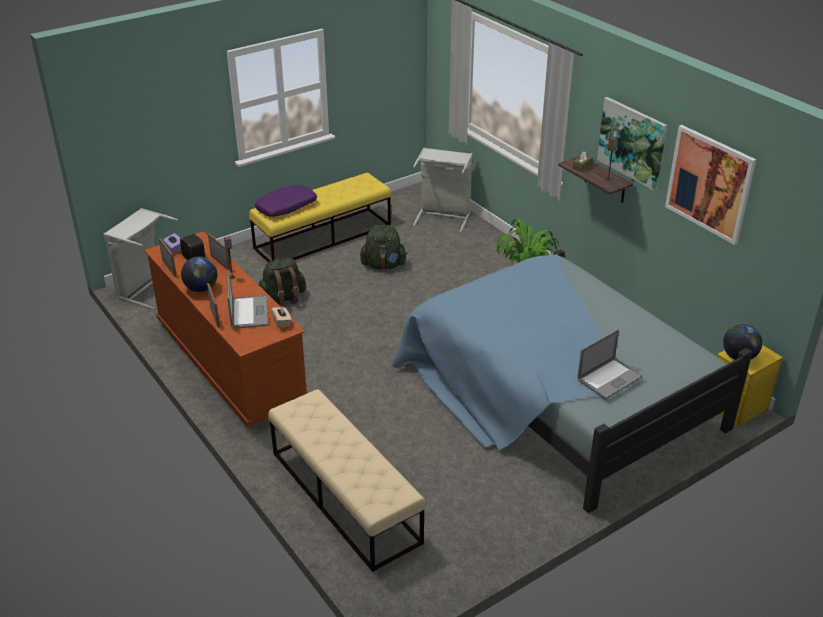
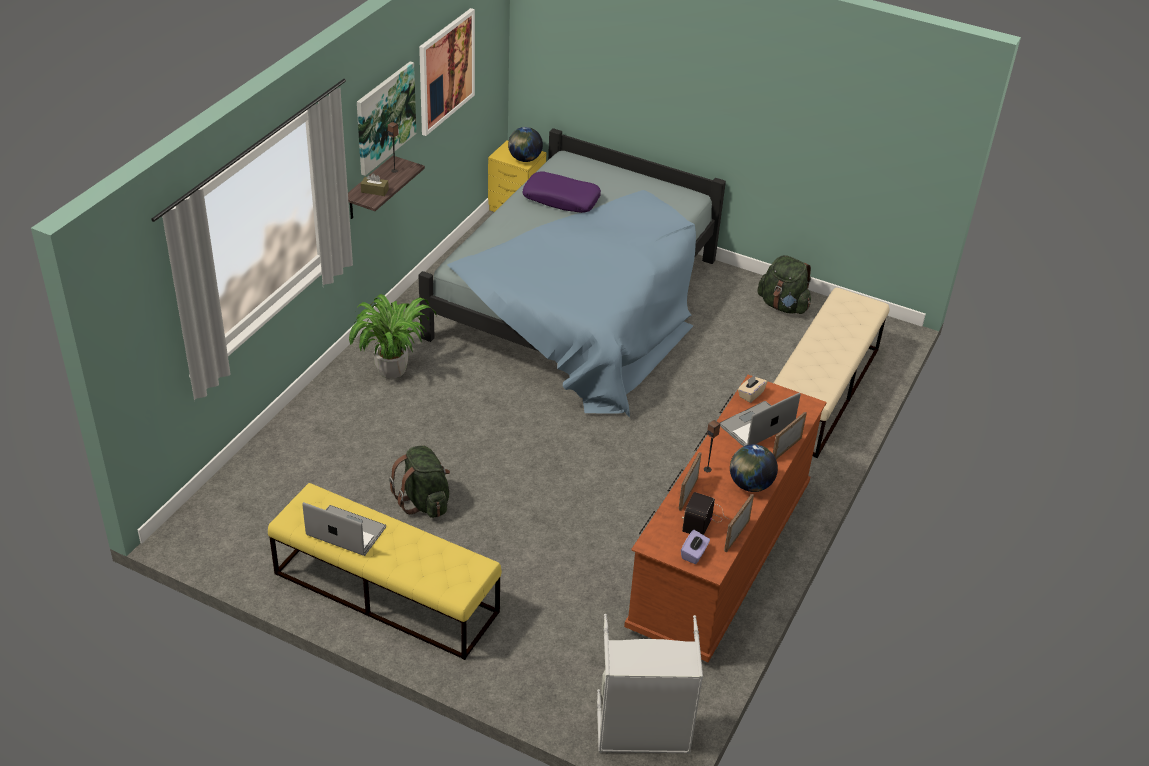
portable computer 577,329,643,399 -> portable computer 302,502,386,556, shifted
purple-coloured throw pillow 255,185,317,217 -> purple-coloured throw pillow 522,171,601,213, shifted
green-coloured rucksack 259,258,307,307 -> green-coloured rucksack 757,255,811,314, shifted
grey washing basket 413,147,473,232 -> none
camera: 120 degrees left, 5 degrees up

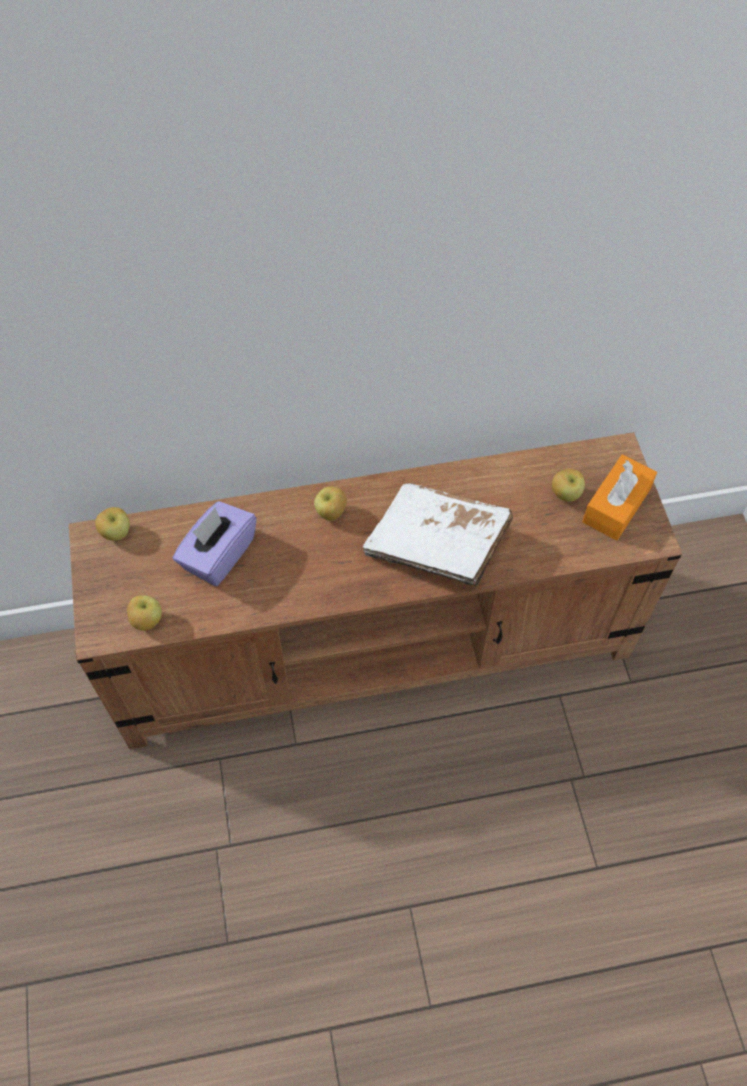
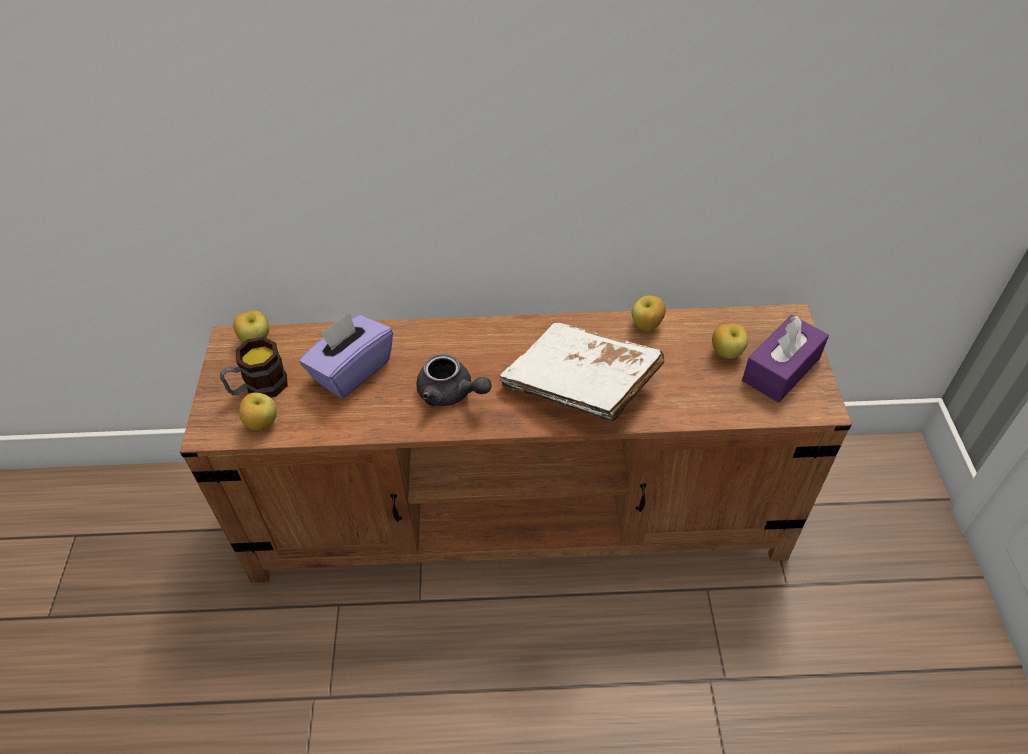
none -> tea mug 220,337,288,397
none -> grey pot for tea 416,353,492,406
apple 314,486,347,521 -> apple 632,295,666,332, shifted
orangey box of tissues 582,454,657,541 -> purple-coloured box of tissues 742,315,829,403
camera: 10 degrees right, 10 degrees down

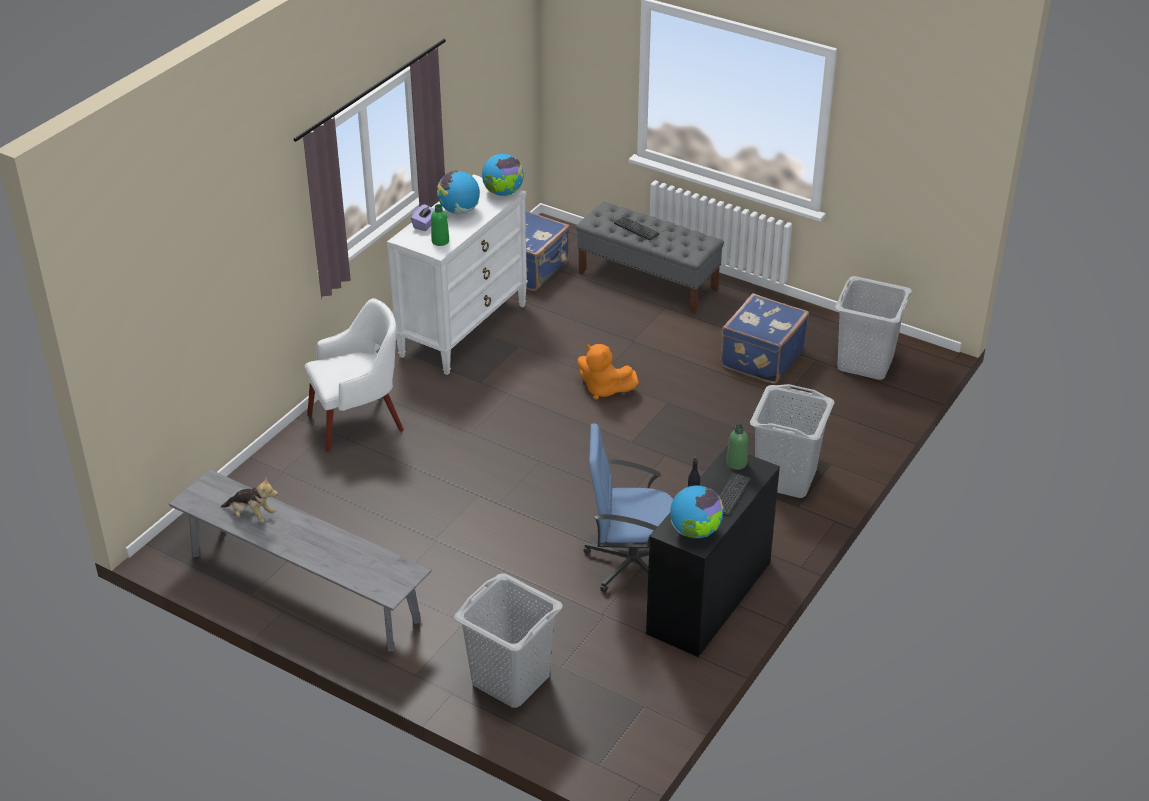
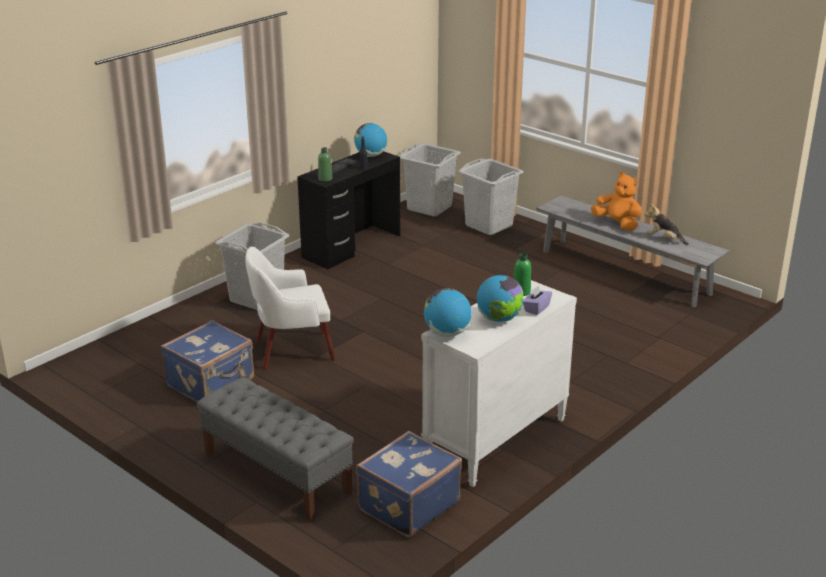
white-coloured lounge chair 305,298,404,452 -> white-coloured lounge chair 245,246,335,370, shifted
grey washing basket 835,276,912,380 -> grey washing basket 399,143,461,217, shifted
orangey plush toy 577,344,639,400 -> orangey plush toy 591,172,642,231, shifted
blue-coloured desk chair 583,423,673,593 -> none
keyboard 614,216,659,241 -> none
camera: 170 degrees left, 10 degrees down

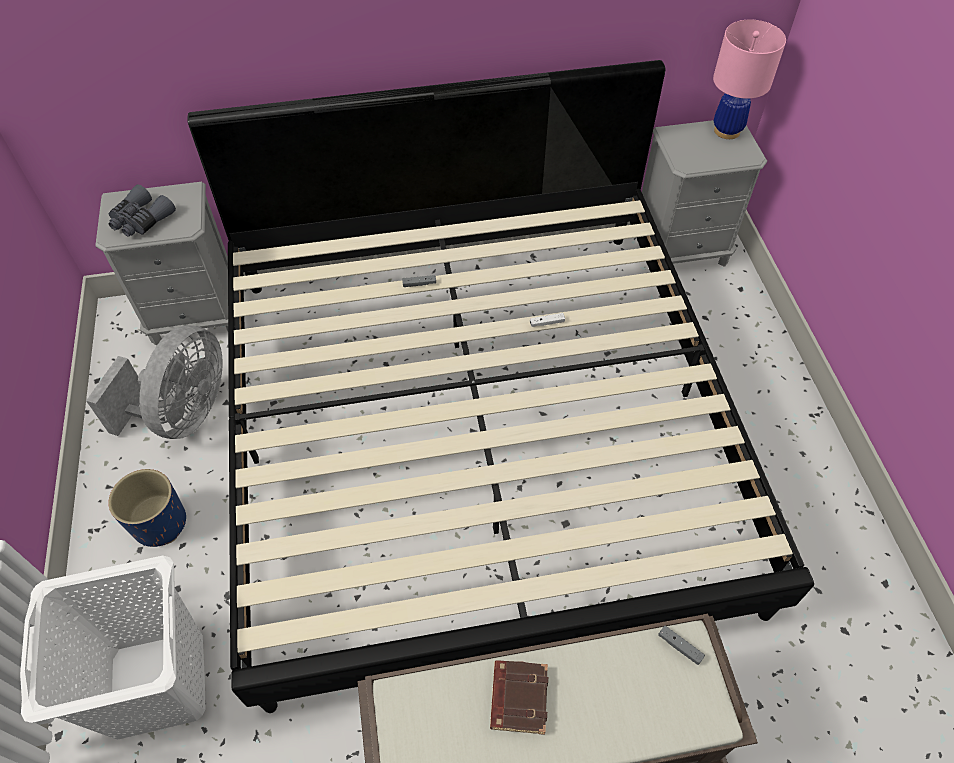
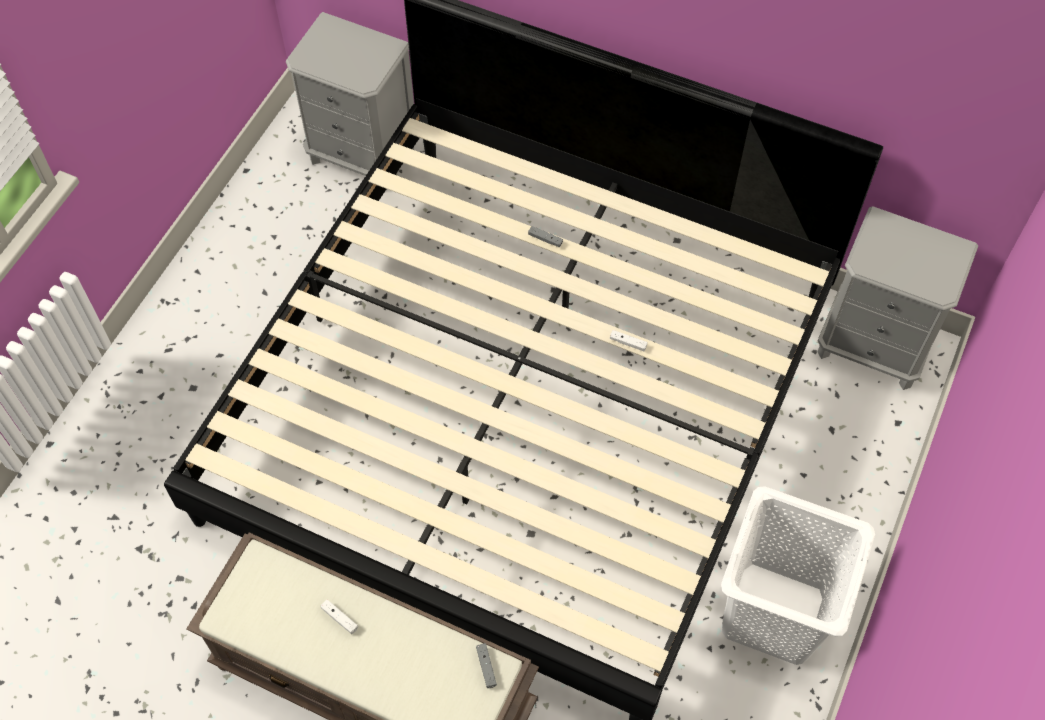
brown volume 490,661,548,735 -> white-coloured gamepad 320,599,358,634
white-coloured washing basket 20,556,206,740 -> white-coloured washing basket 721,486,875,665, shifted
grey cooling fan 86,325,223,439 -> none
grey field glasses 108,184,176,237 -> none
blue-coloured planter 108,469,186,547 -> none
pink-coloured lamp for a table 713,20,786,139 -> none
camera: 35 degrees right, 5 degrees up

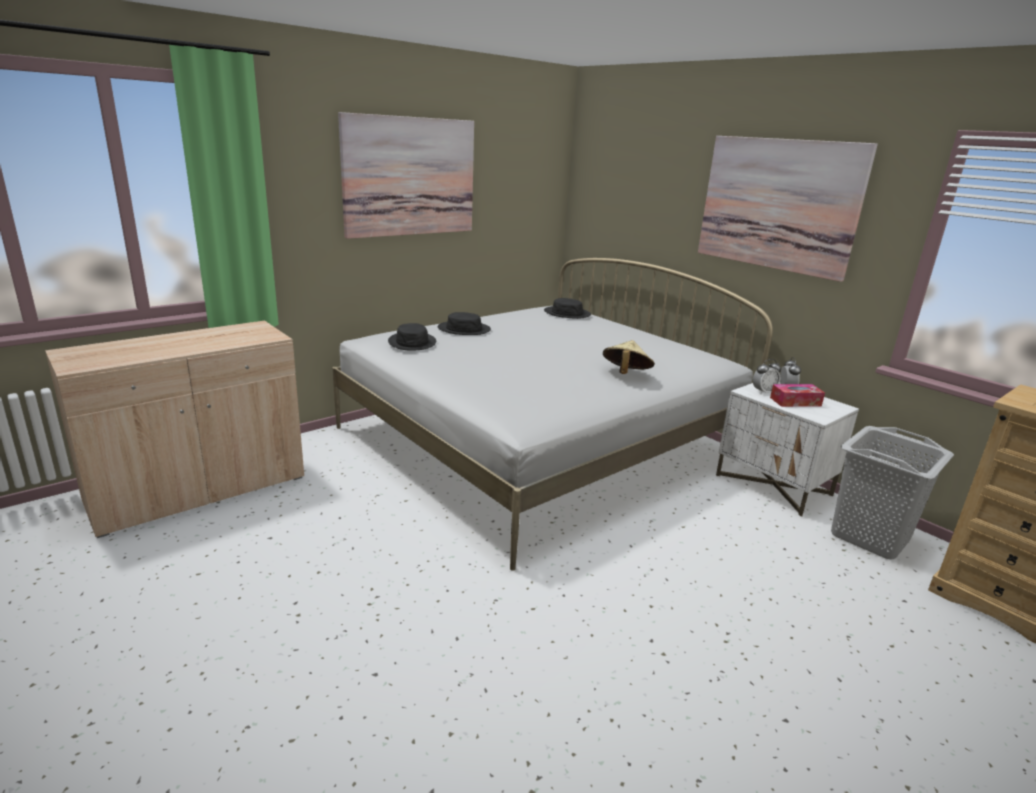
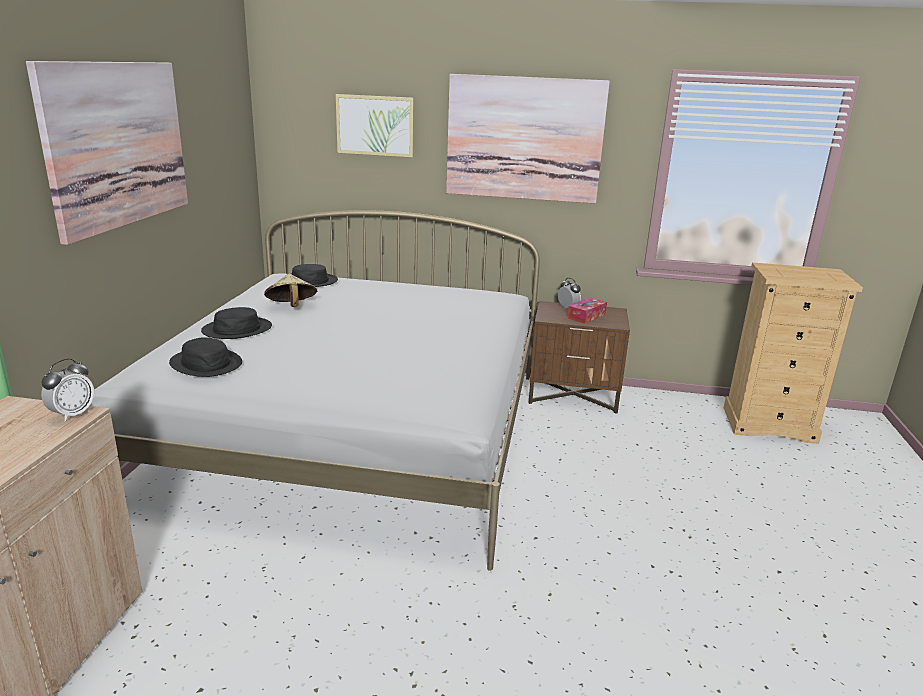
alarm clock 753,359,781,394 -> alarm clock 41,358,94,422, shifted
sand-coloured hat 603,340,655,374 -> sand-coloured hat 264,274,317,307, shifted
none -> wall picture 336,94,414,158
white-coloured night table 716,383,859,517 -> brown night table 528,301,630,414
grey washing basket 831,426,954,559 -> none
camera: 40 degrees left, 0 degrees up

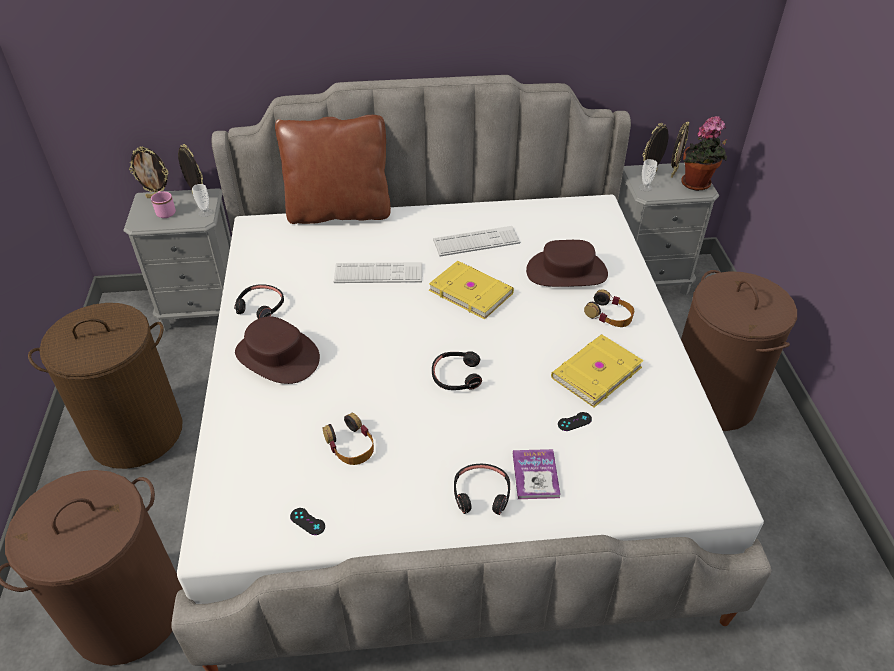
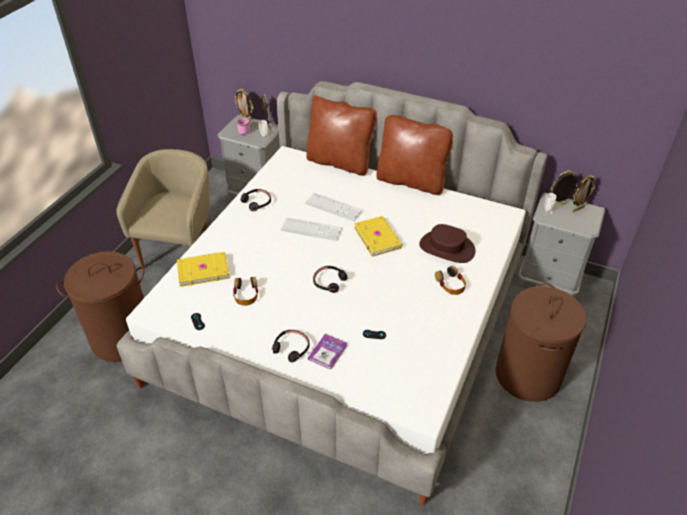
brown washing basket 28,303,183,469 -> sand-coloured lounge chair 116,149,210,268
yellow volume 551,334,644,407 -> yellow volume 177,252,230,287, shifted
keyboard 433,226,520,256 -> keyboard 281,217,342,241, shifted
none -> brown throw pillow 376,115,453,195
brown hat 235,316,320,384 -> none
potted plant 681,116,727,191 -> none
camera: 30 degrees right, 0 degrees up

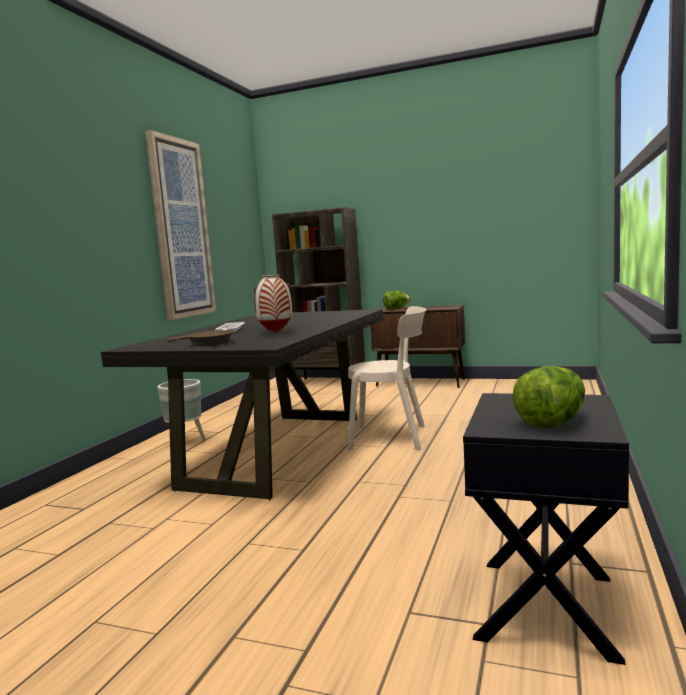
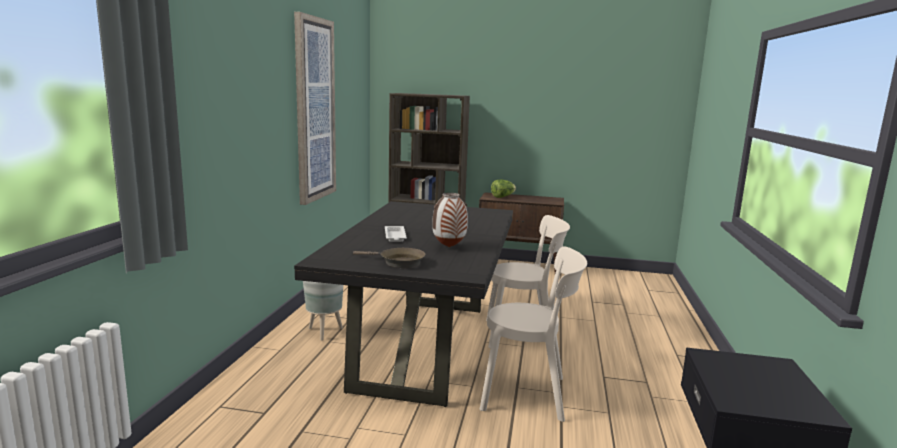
none -> sand-coloured upright chair 480,246,587,422
head of lettuce 513,366,585,429 -> none
camera: 10 degrees left, 5 degrees up

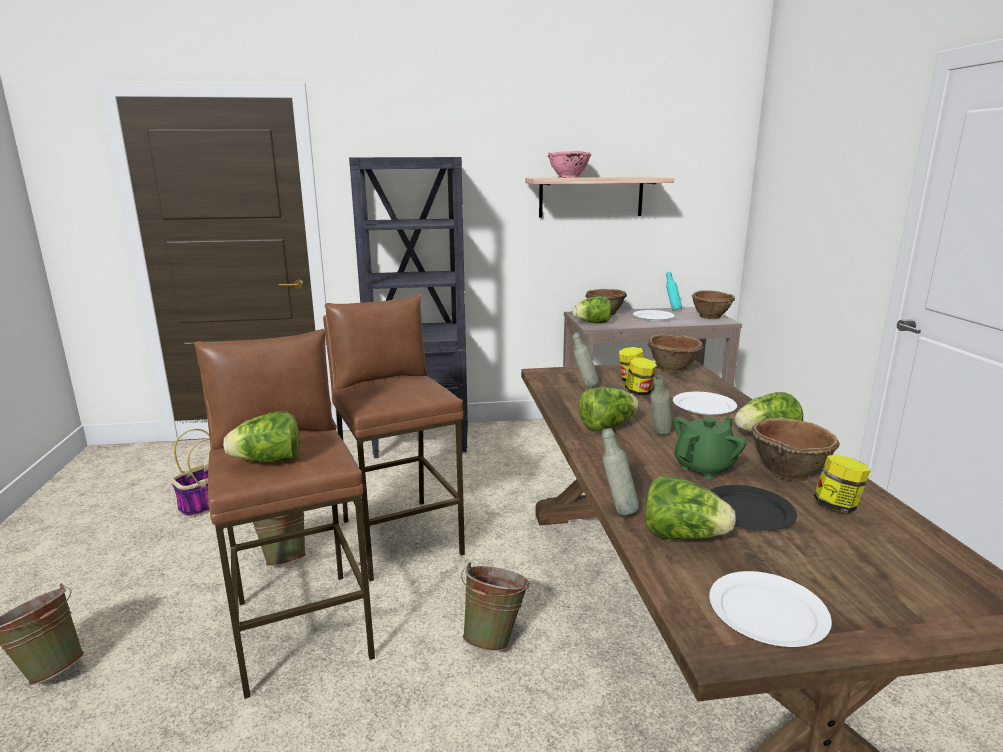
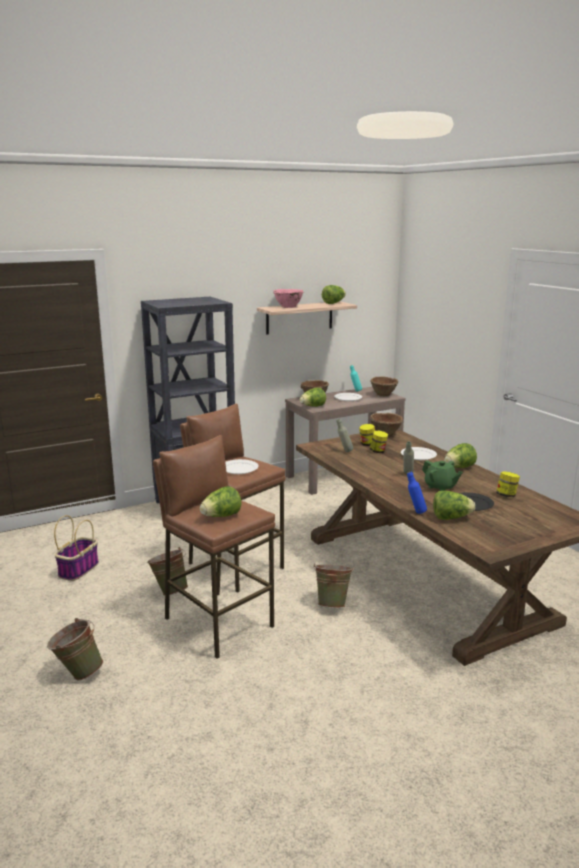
white-coloured flat dish 709,571,832,647 -> white-coloured flat dish 225,459,259,474, shifted
head of lettuce 578,387,639,431 -> head of lettuce 322,285,346,304, shifted
grey beverage bottle 602,428,639,515 -> blue-coloured beverage bottle 407,472,427,514
green-coloured pot for tea 674,417,746,479 -> green-coloured pot for tea 422,460,463,491, 105 degrees clockwise
brown deep dish 751,418,840,482 -> none
camera: 20 degrees left, 0 degrees up

